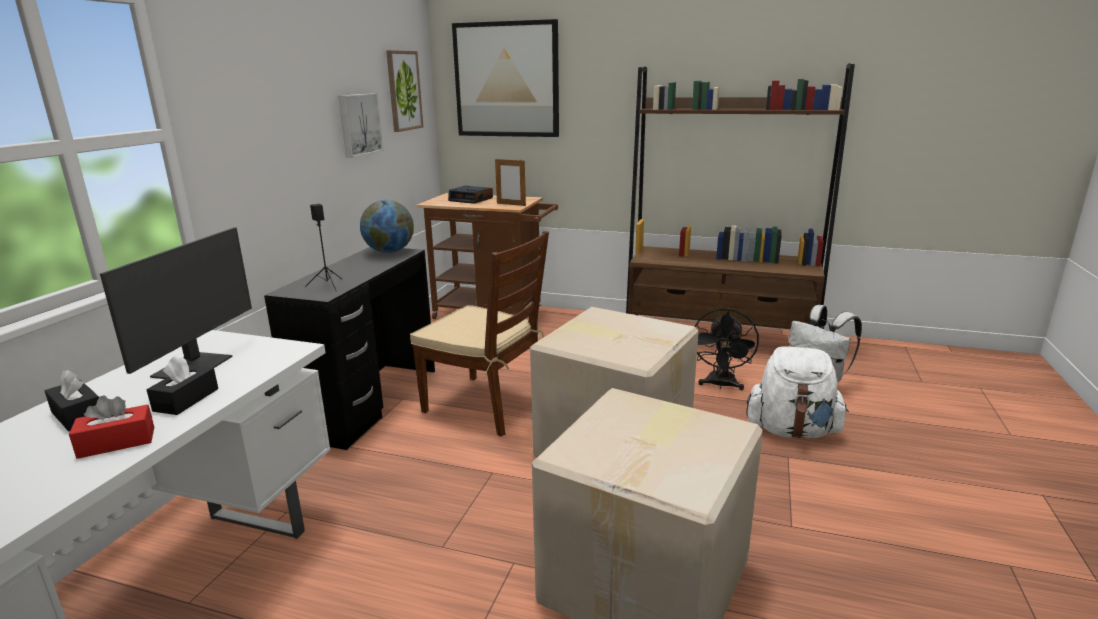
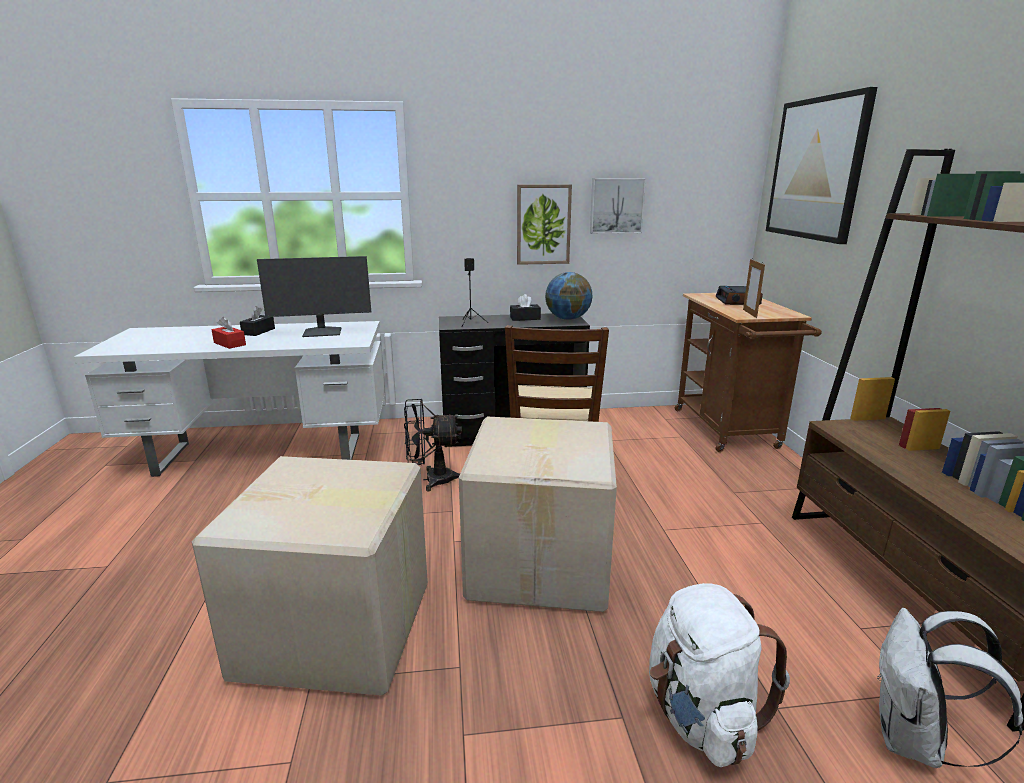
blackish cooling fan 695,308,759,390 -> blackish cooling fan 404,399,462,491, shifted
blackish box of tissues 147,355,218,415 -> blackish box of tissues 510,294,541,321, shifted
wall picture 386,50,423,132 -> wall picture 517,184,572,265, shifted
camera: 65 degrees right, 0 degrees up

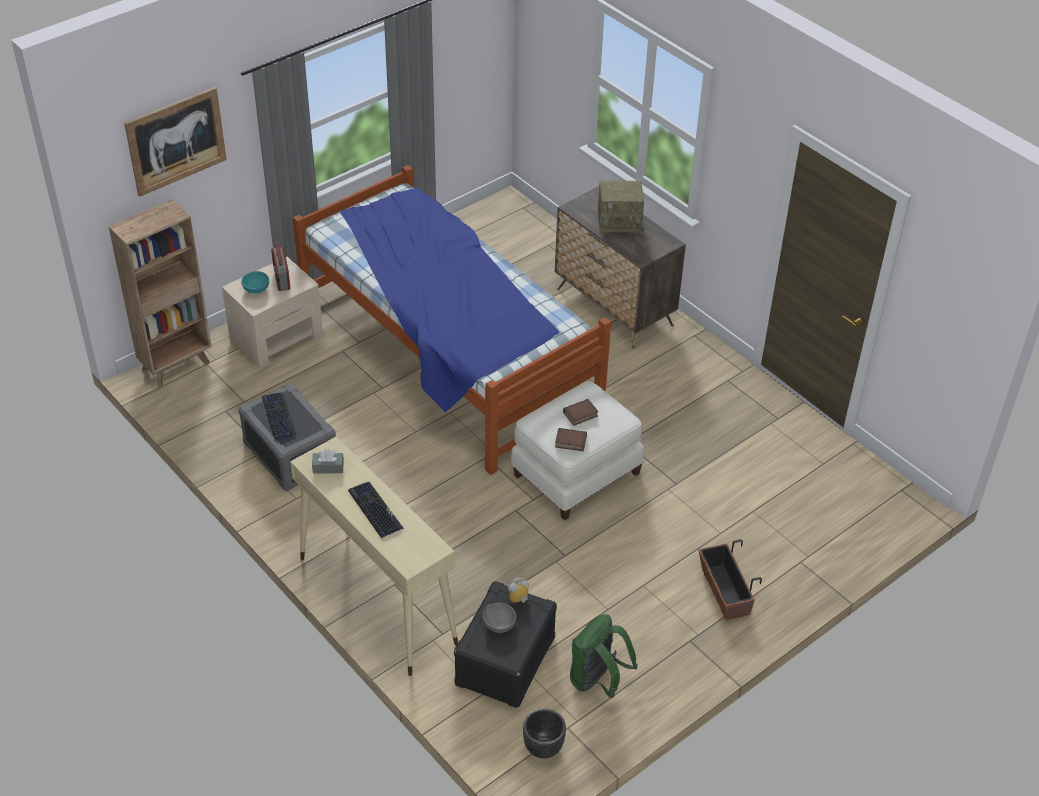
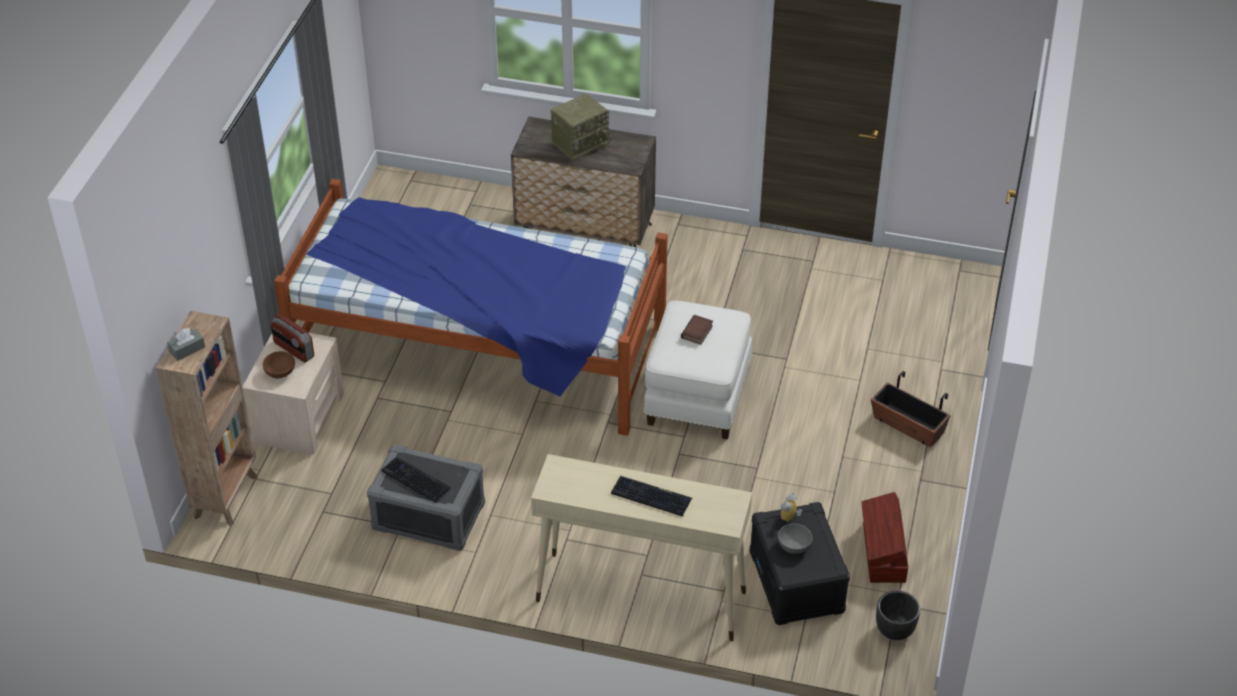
grey box of tissues 312,449,344,474 -> grey box of tissues 167,328,205,361, shifted
turquoise deep dish 241,271,269,294 -> brown deep dish 263,351,295,378
green-coloured rucksack 570,614,638,698 -> brown storage container 861,492,908,583
wall picture 124,87,227,196 -> none
volume 555,428,587,451 -> none
camera: 35 degrees left, 0 degrees up

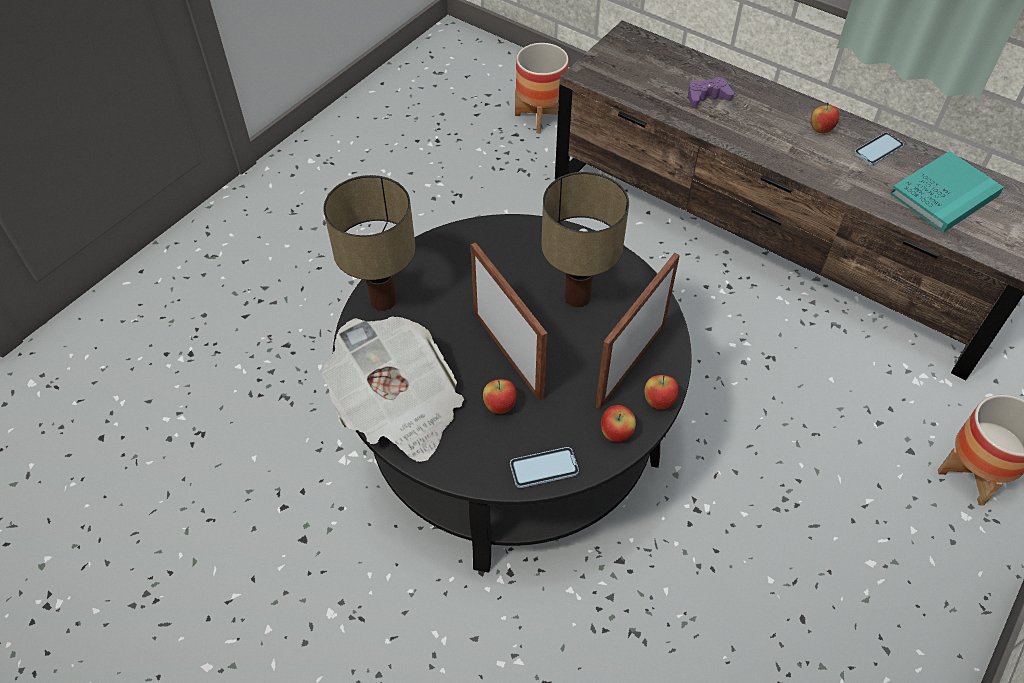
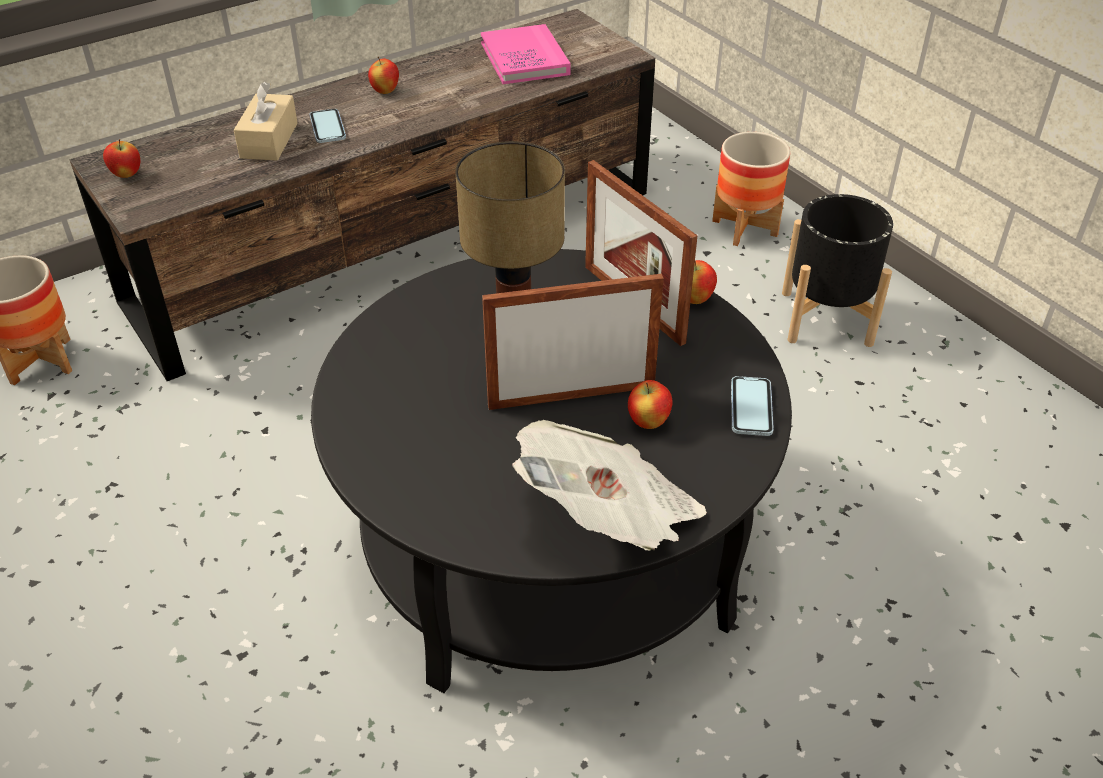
apple 601,405,636,442 -> apple 103,139,140,178, shifted
purple-coloured gamepad 688,77,734,106 -> sand-coloured box of tissues 234,82,298,161
telephone 854,132,904,165 -> telephone 309,109,346,143, shifted
turquoise volume 890,151,1004,233 -> pink-coloured volume 481,24,571,84
none -> blackish planter 782,194,893,347
lamp for a table 323,175,416,311 -> none
camera: 70 degrees left, 10 degrees down

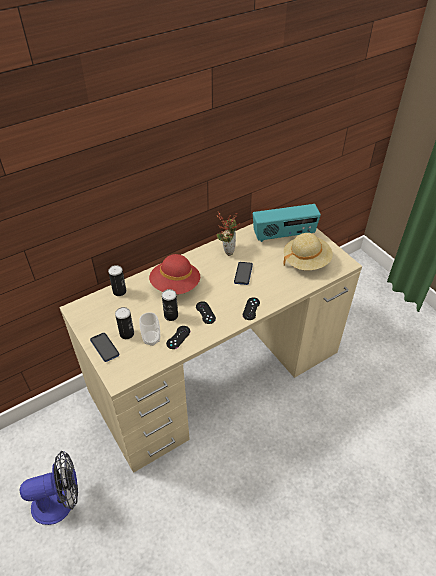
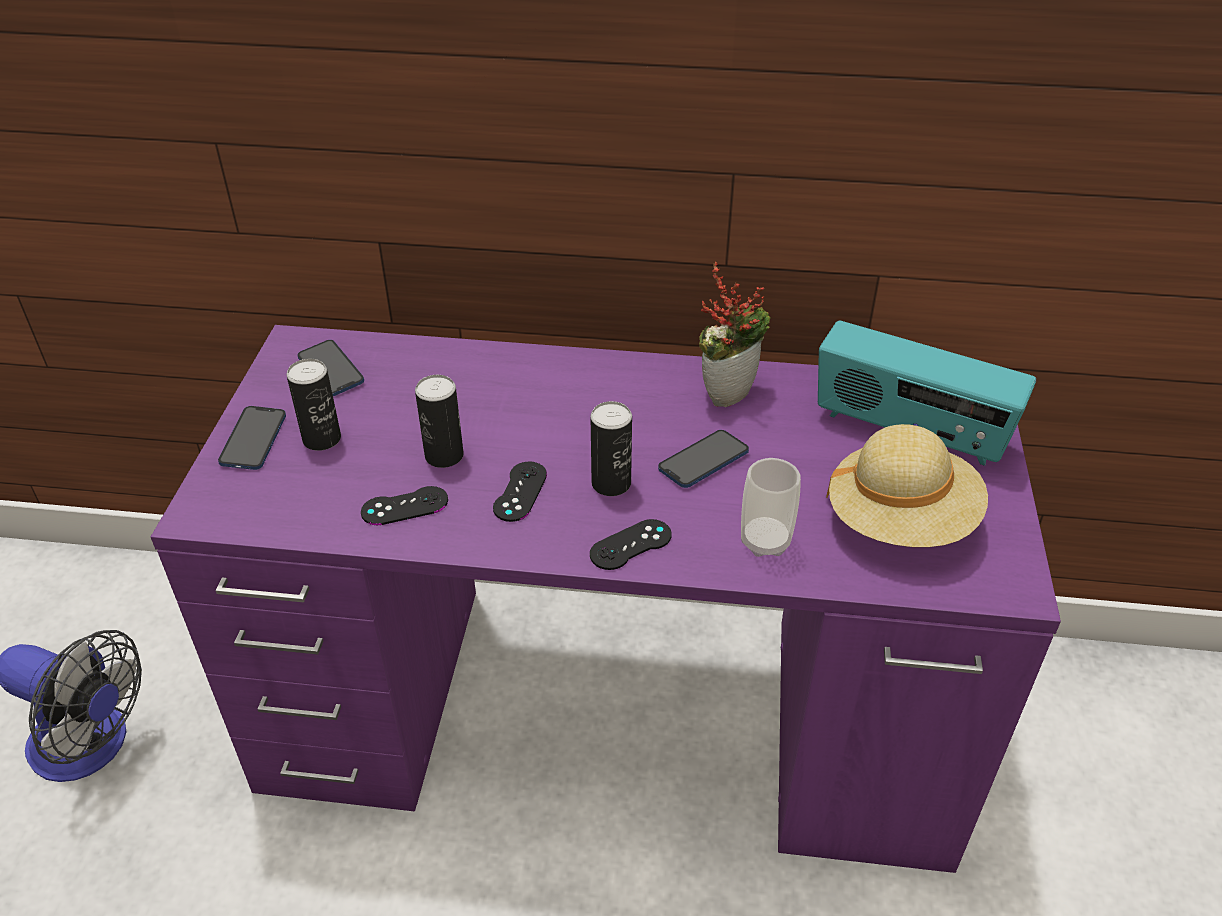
sand-coloured desk table 59,224,362,473 -> purple-coloured desk table 151,325,1061,873
none -> telephone 297,340,364,396
can 108,265,126,296 -> can 591,401,632,496, shifted
small cup 139,312,160,346 -> small cup 741,458,801,557, shifted
red hat 149,254,200,294 -> none
camera: 40 degrees right, 5 degrees down

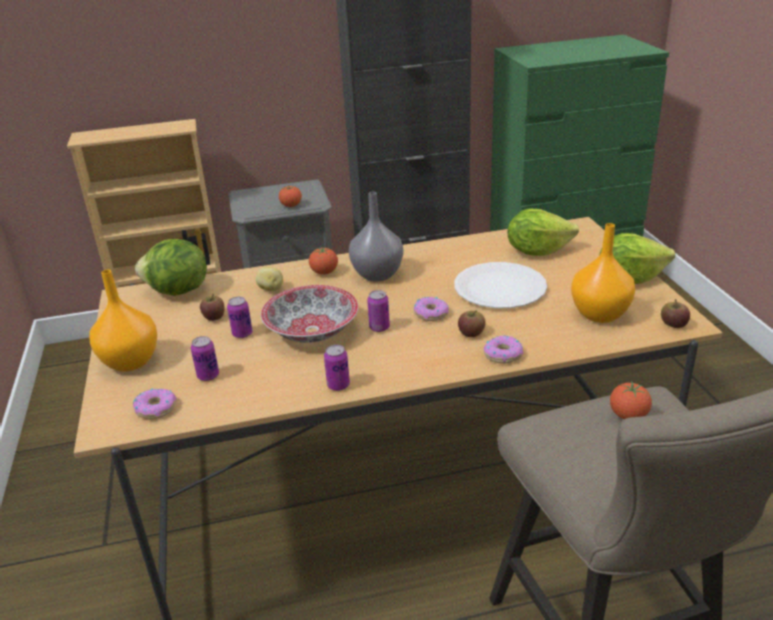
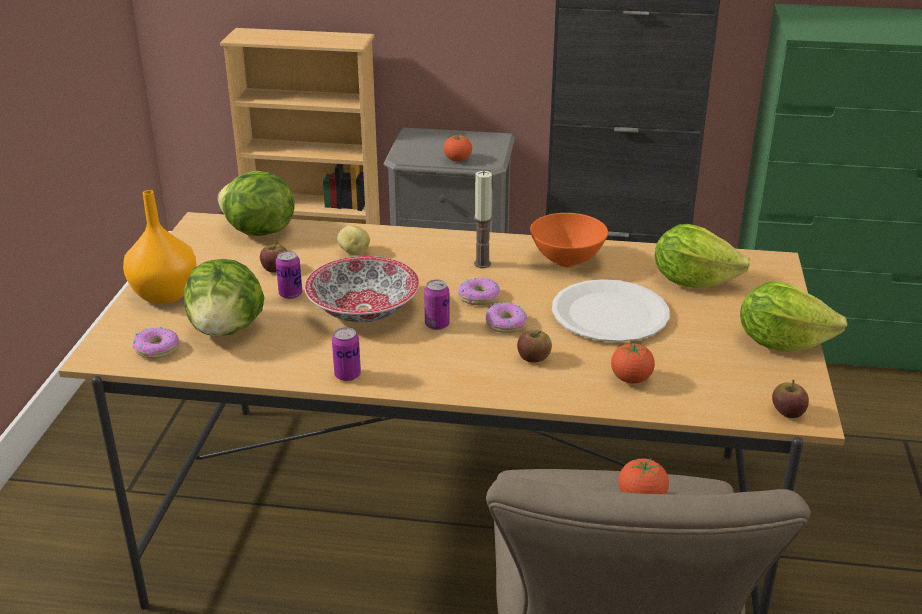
can 191,336,219,381 -> head of lettuce 184,259,265,336
donut 484,335,523,364 -> donut 457,278,500,305, shifted
grey vase 349,192,403,281 -> wax light 474,171,492,268
none -> orangey deep dish 530,213,608,267
tomato 309,247,338,275 -> tomato 611,343,655,383, shifted
orangey vase 571,223,635,323 -> none
camera: 20 degrees right, 0 degrees up

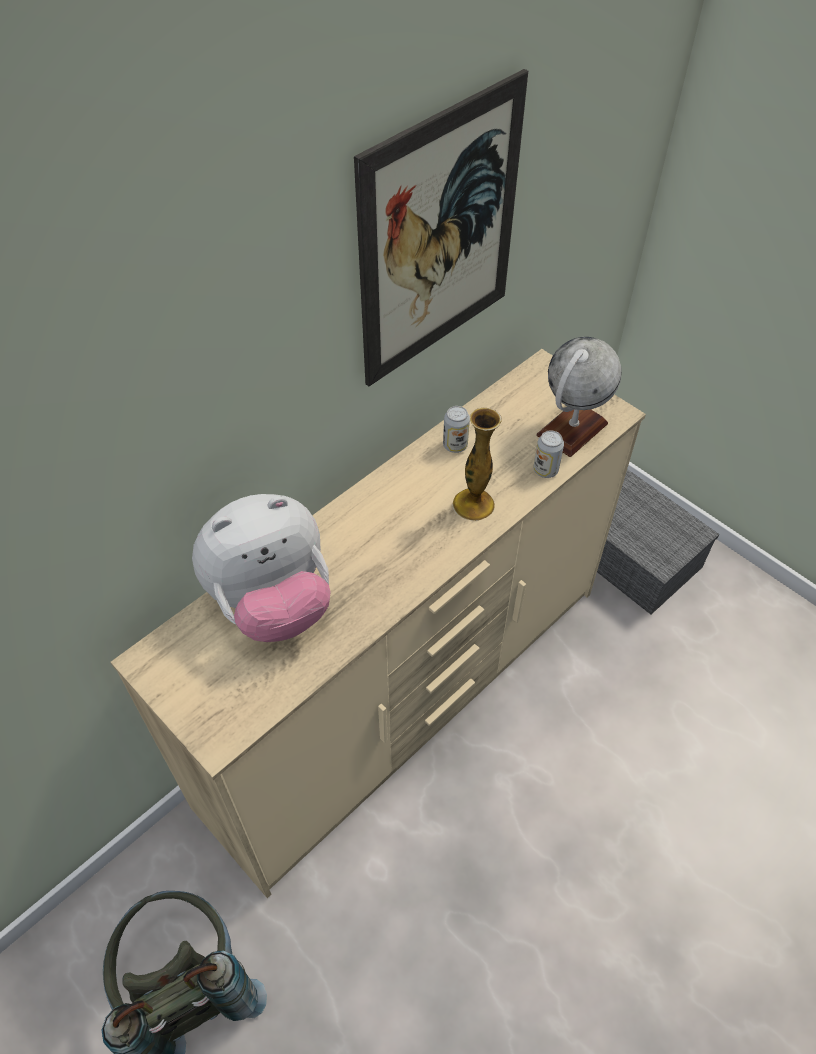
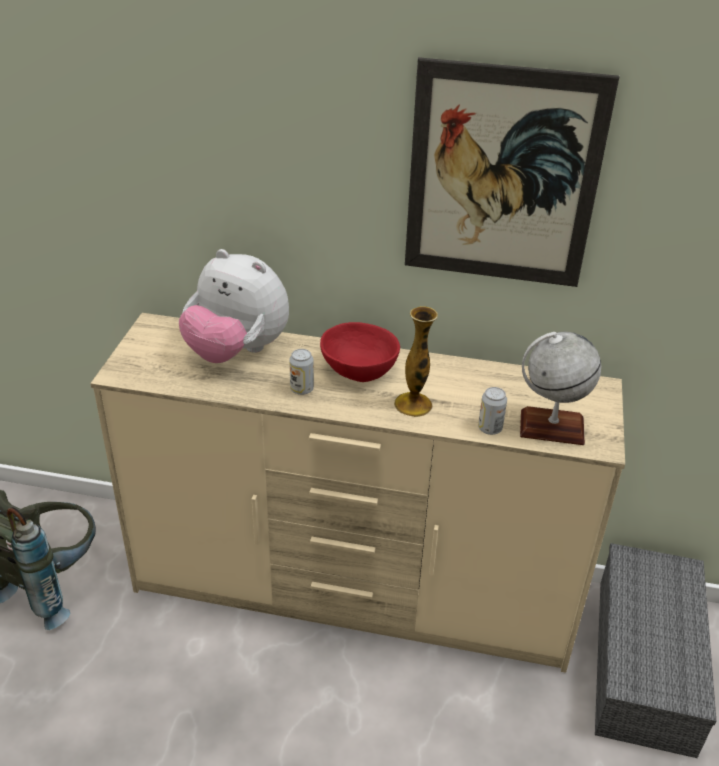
can 443,406,470,453 -> can 289,349,314,395, shifted
none -> red deep dish 320,322,400,382
camera: 55 degrees right, 15 degrees down

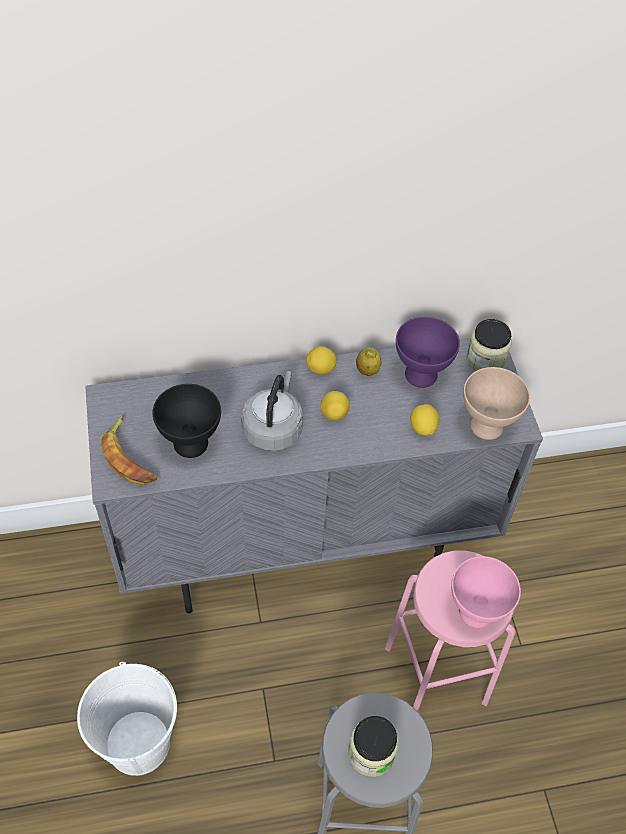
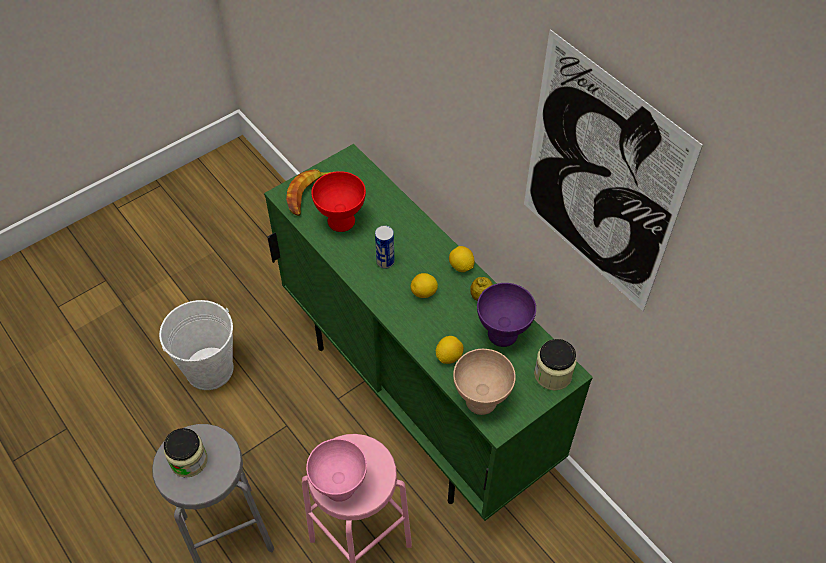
grey cabinet 85,338,543,613 -> green-coloured cabinet 264,144,593,521
blackish deep dish 153,384,221,458 -> red deep dish 311,171,366,232
grey kettle 241,371,303,451 -> can 375,226,394,269
none -> wall picture 524,29,703,311
camera: 65 degrees right, 0 degrees up

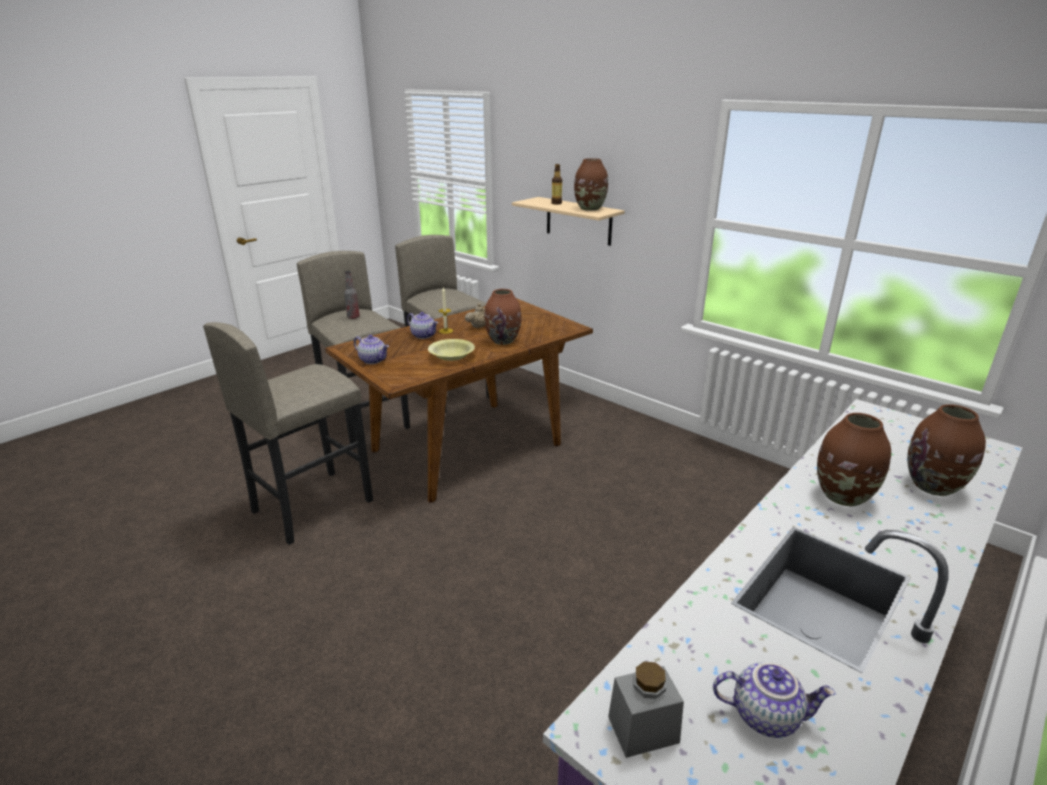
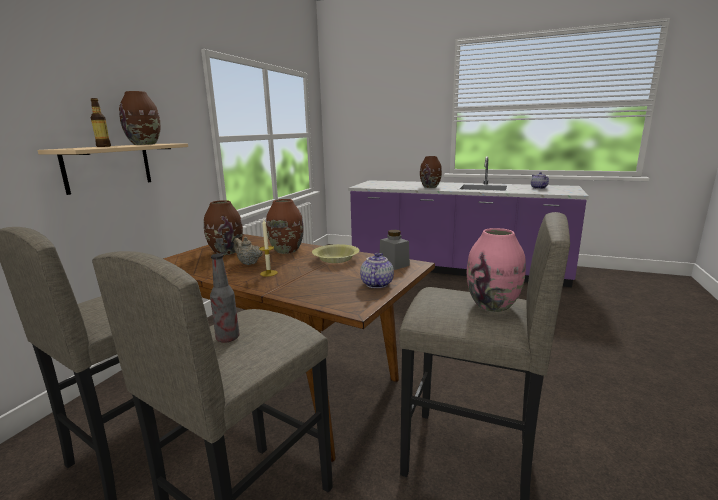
brown vase 907,404,986,496 -> brown vase 204,200,243,255, shifted
grey preserve jar 608,661,684,758 -> grey preserve jar 380,230,410,270, shifted
none -> pink-coloured vase 467,228,526,312
pot for tea 407,312,438,339 -> none
camera: 110 degrees left, 10 degrees down

